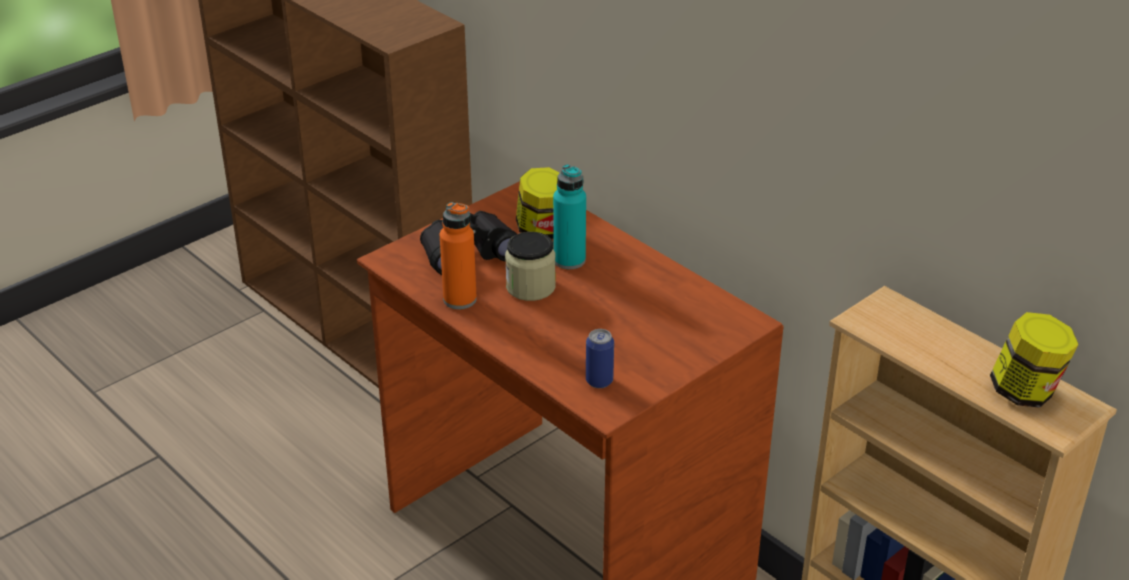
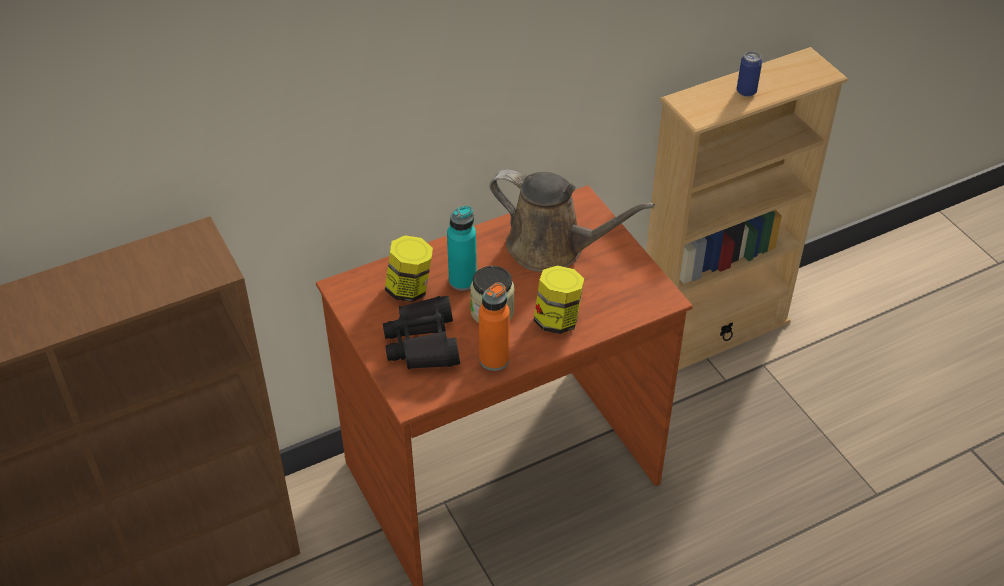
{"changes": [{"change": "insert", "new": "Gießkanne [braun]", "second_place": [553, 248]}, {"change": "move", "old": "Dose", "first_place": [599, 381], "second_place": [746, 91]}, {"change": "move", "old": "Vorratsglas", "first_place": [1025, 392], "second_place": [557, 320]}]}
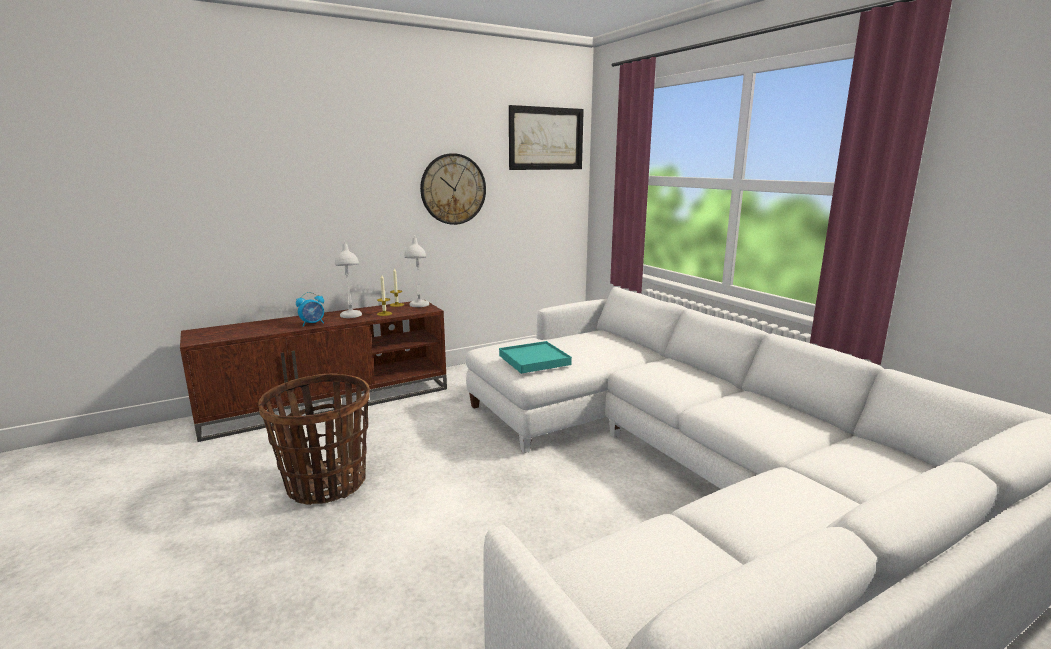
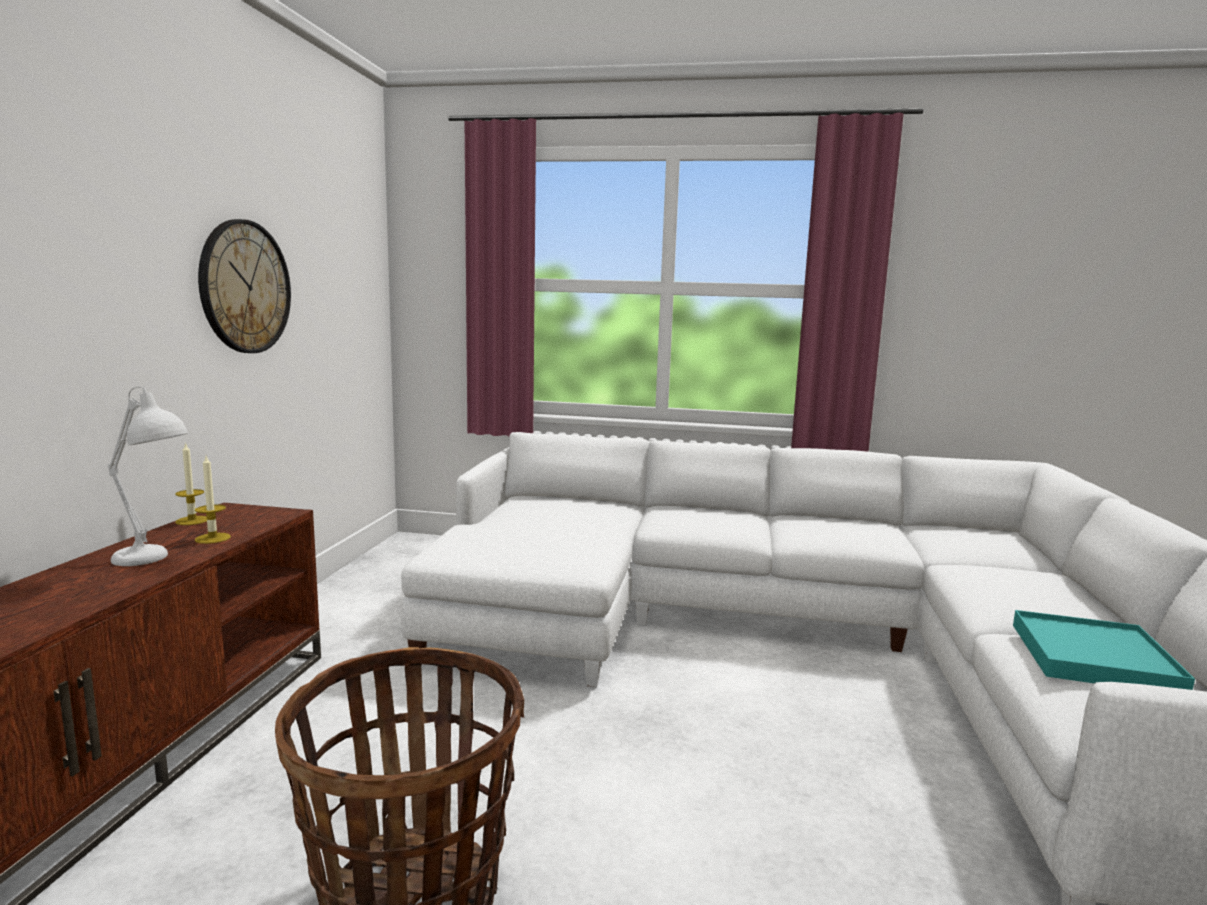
{"changes": [{"change": "delete", "old": "Wecker", "first_place": [313, 324]}, {"change": "delete", "old": "Tischlampe [weiß]", "first_place": [418, 307]}, {"change": "delete", "old": "Bild", "first_place": [546, 138]}, {"change": "move", "old": "Tablett [türkis]", "first_place": [534, 360], "second_place": [1093, 658]}]}
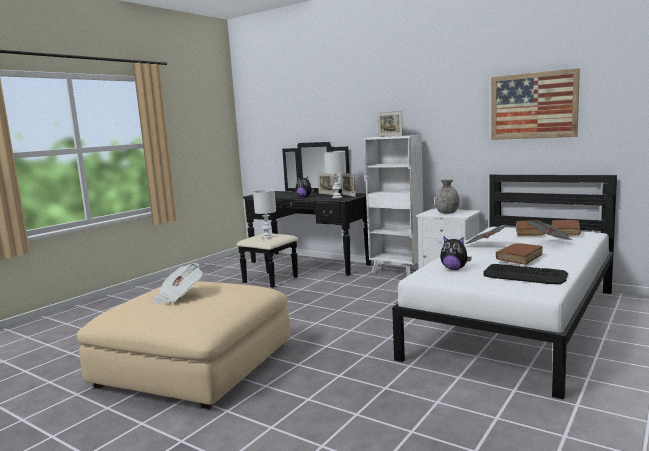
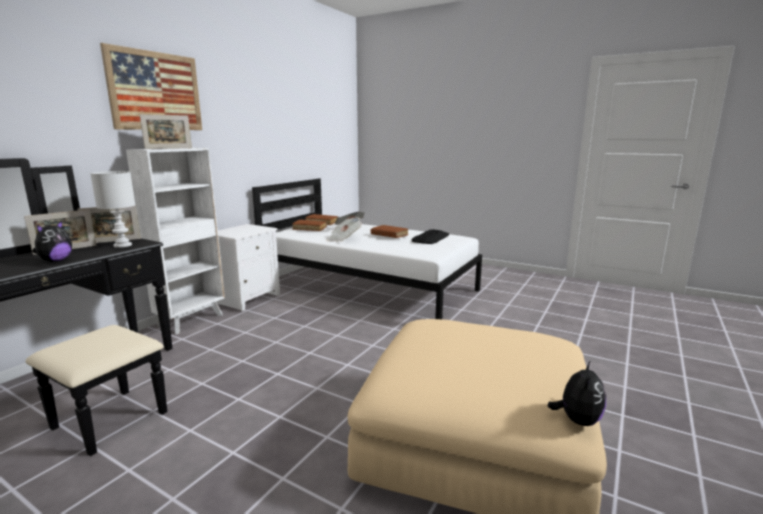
{"changes": [{"change": "delete", "old": "Zeitung", "first_place": [178, 297]}, {"change": "delete", "old": "Tischlampe [weiß]", "first_place": [267, 237]}, {"change": "delete", "old": "Vase [grau]", "first_place": [447, 213]}, {"change": "move", "old": "Plüschtier", "first_place": [454, 269], "second_place": [577, 420]}, {"change": "move", "old": "Bild", "first_place": [533, 105], "second_place": [155, 91]}]}
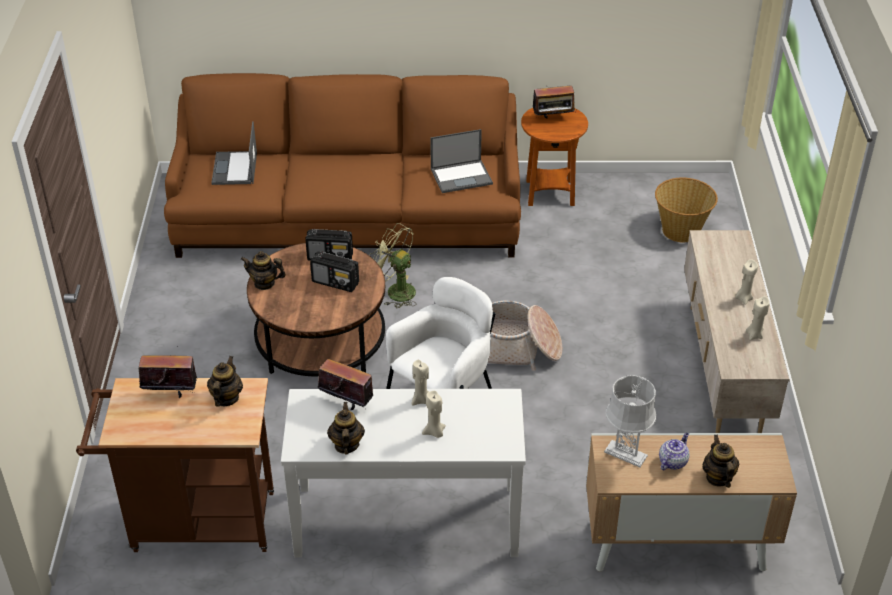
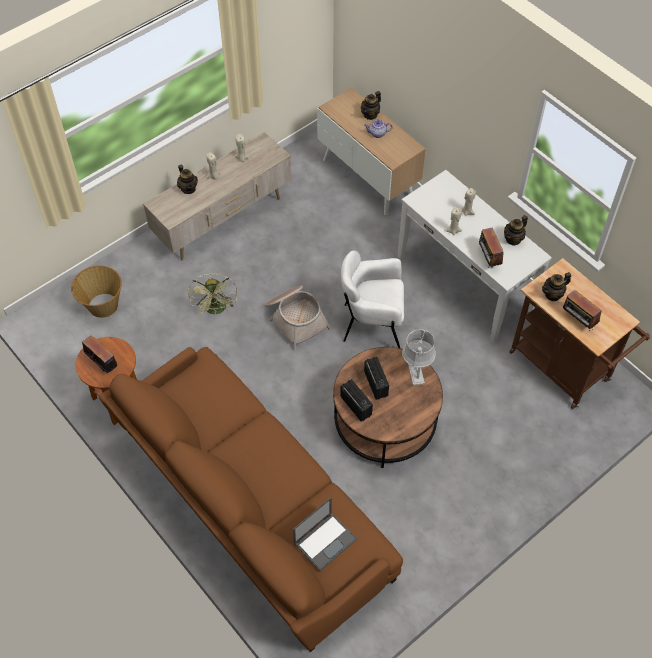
{"changes": [{"change": "delete", "old": "Laptop", "first_place": [462, 176]}, {"change": "move", "old": "Teekanne", "first_place": [264, 283], "second_place": [188, 188]}, {"change": "move", "old": "Ventilator [grün]", "first_place": [395, 291], "second_place": [216, 310]}, {"change": "move", "old": "Tischlampe [grau]", "first_place": [626, 454], "second_place": [415, 373]}]}
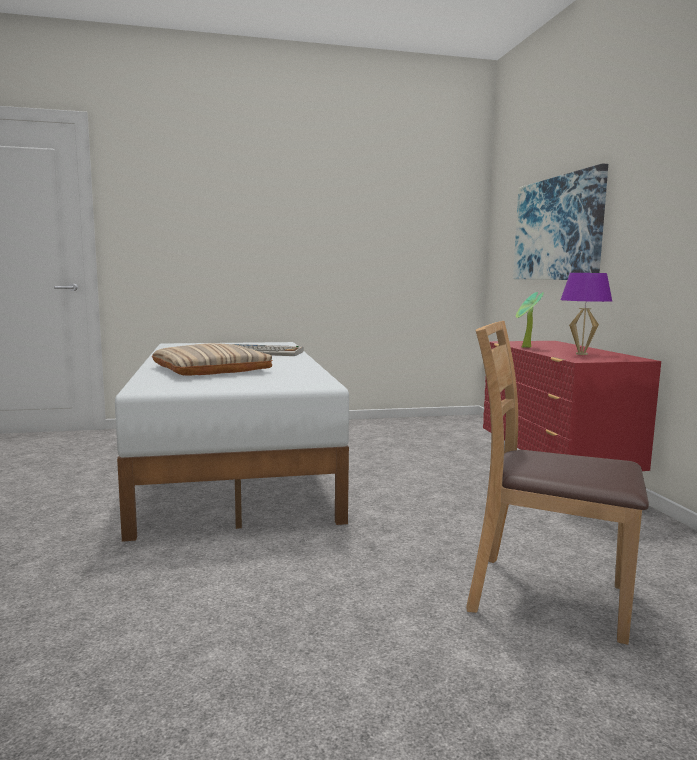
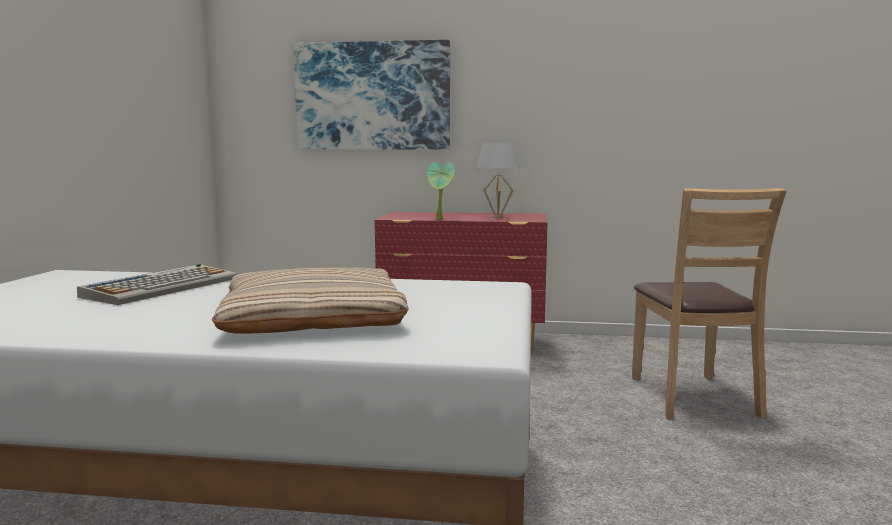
{"changes": [{"change": "recolor", "old": "Tischlampe [lila]", "new": "Tischlampe [weiß]", "first_place": [581, 354], "second_place": [498, 217]}, {"change": "rotate", "old": "Stuhl [braun]", "first_place": [545, 596], "second_place": [692, 397], "degrees": -45}]}
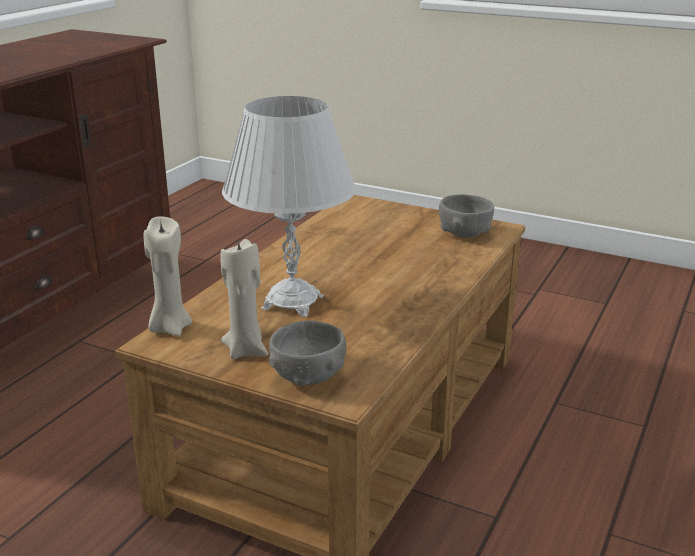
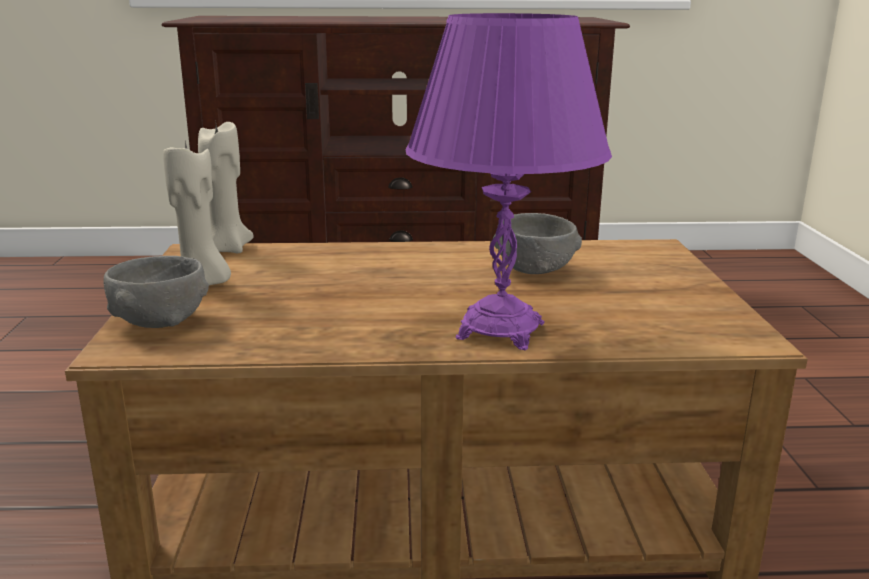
{"changes": [{"change": "delete", "old": "Tischlampe [weiß]", "first_place": [292, 303]}, {"change": "insert", "new": "Tischlampe [lila]", "second_place": [501, 331]}, {"change": "move", "old": "Schüssel [grau]", "first_place": [464, 233], "second_place": [534, 270]}]}
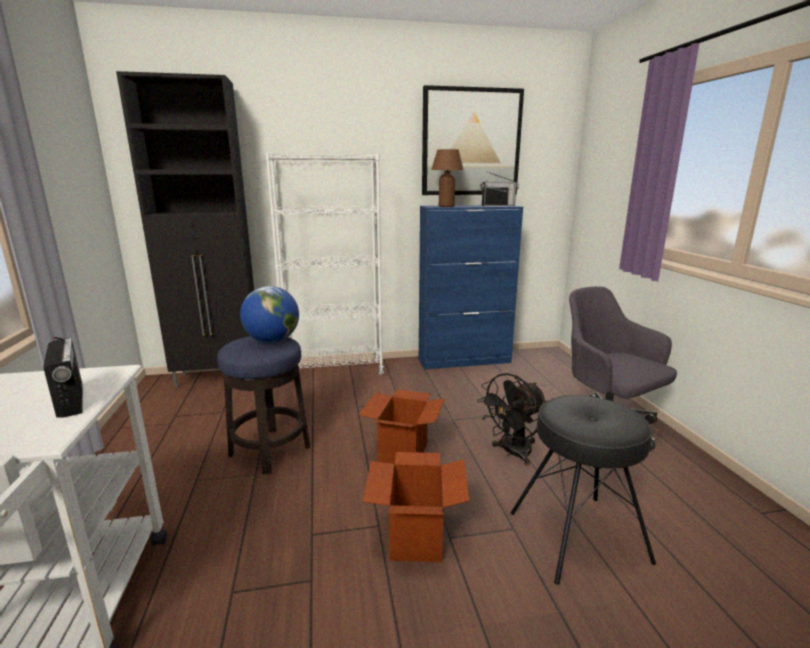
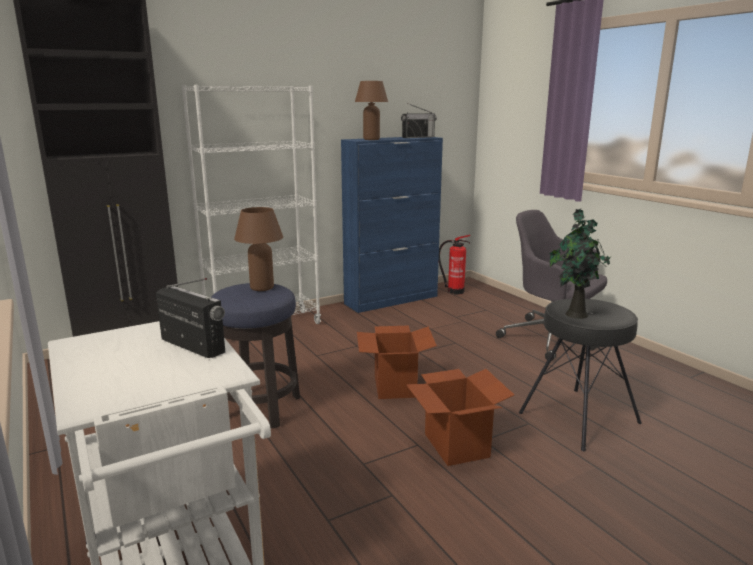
{"changes": [{"change": "delete", "old": "Bild", "first_place": [471, 143]}, {"change": "delete", "old": "Ventilator [schwarz]", "first_place": [512, 453]}, {"change": "insert", "new": "Feuerlöscher", "second_place": [454, 291]}, {"change": "insert", "new": "Topfpflanze", "second_place": [574, 314]}, {"change": "replace", "old": "Globus", "new": "Tischlampe [braun]", "first_place": [272, 341], "second_place": [262, 288]}]}
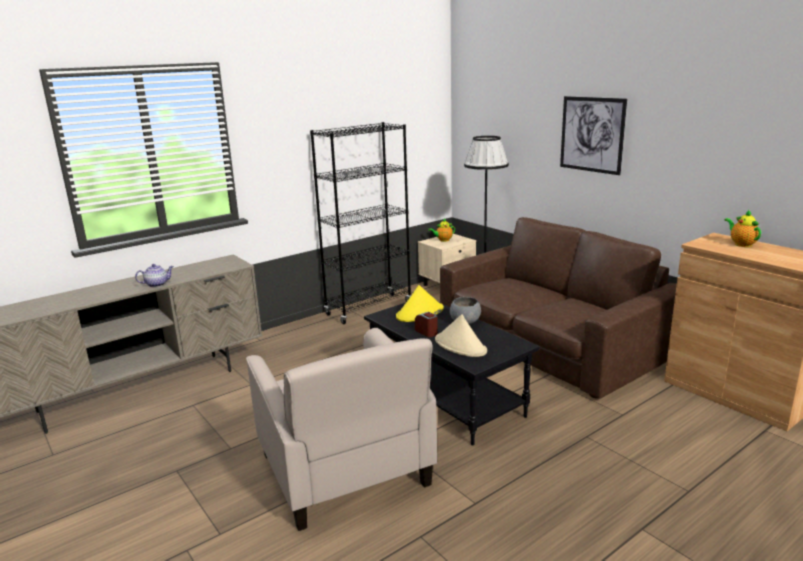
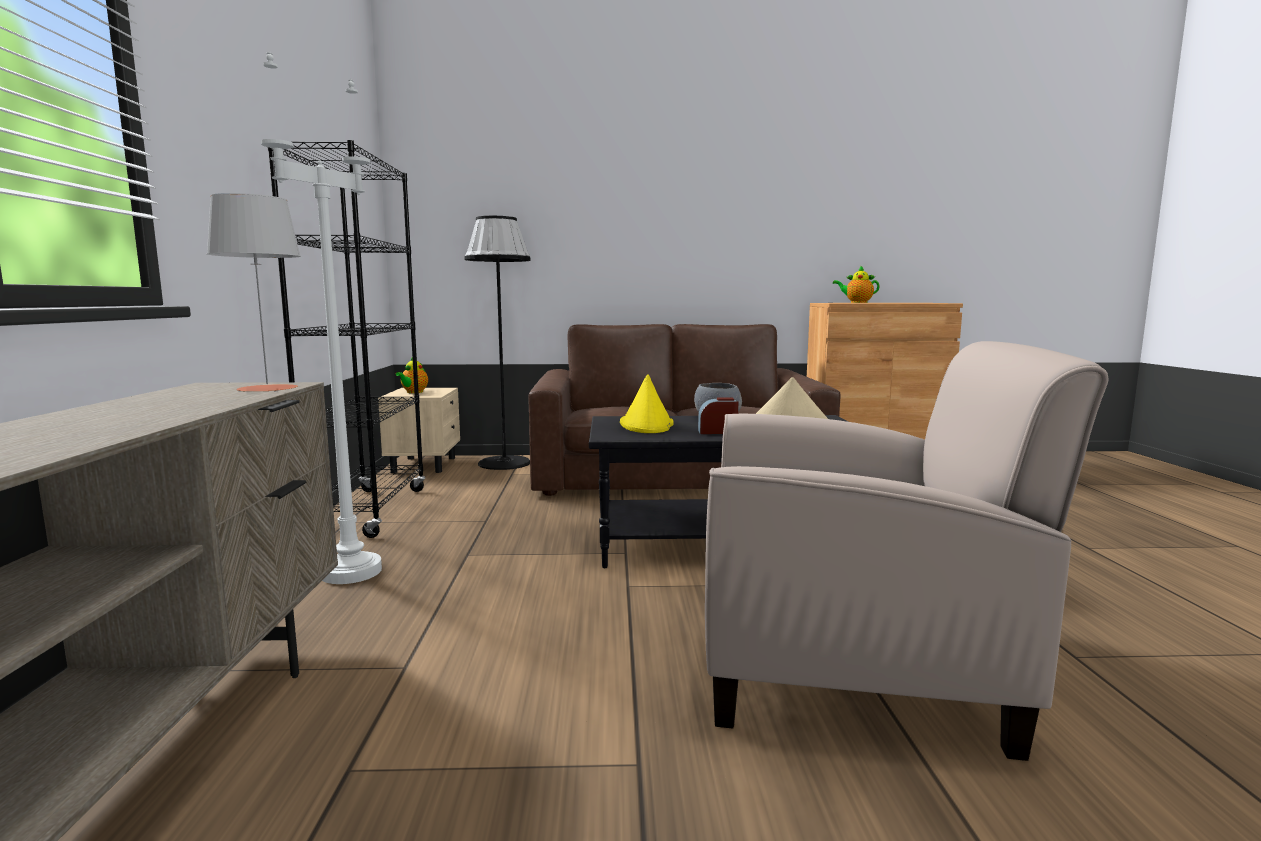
{"changes": [{"change": "delete", "old": "Teekanne", "first_place": [157, 284]}, {"change": "delete", "old": "Bild", "first_place": [592, 134]}, {"change": "insert", "new": "Tischlampe [grau]", "second_place": [267, 388]}, {"change": "insert", "new": "Stehlampe [weiß]", "second_place": [351, 572]}]}
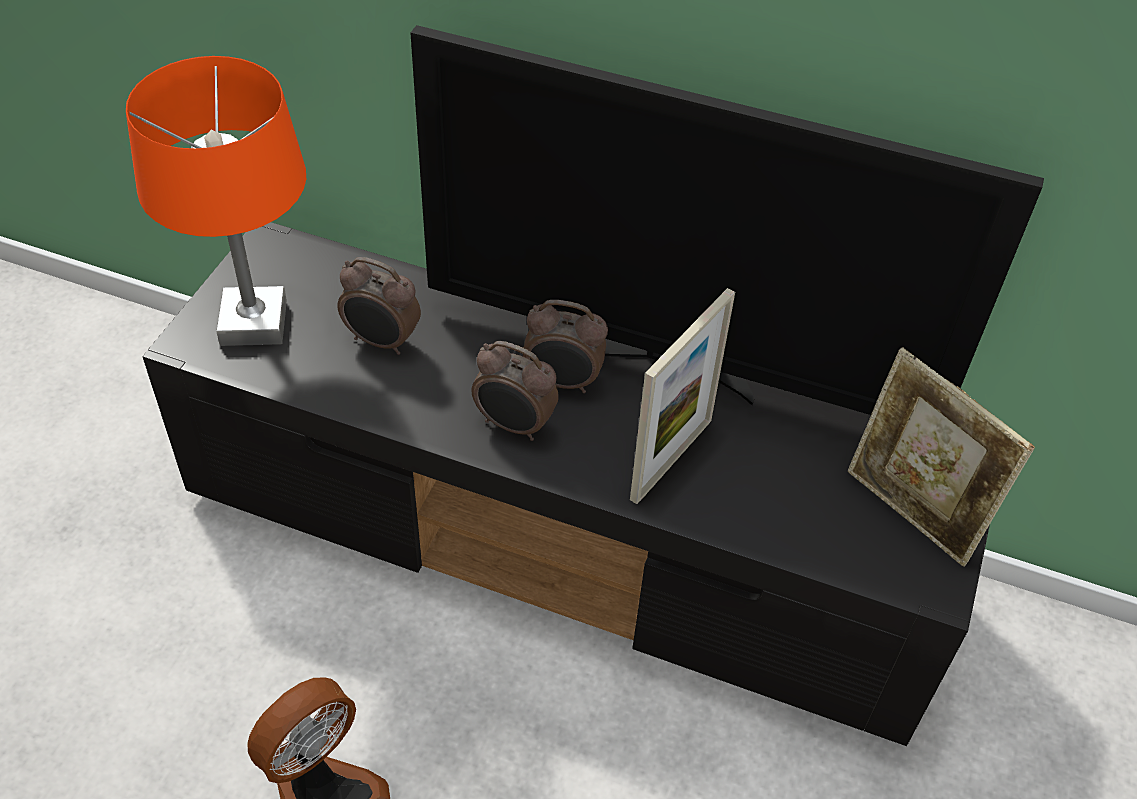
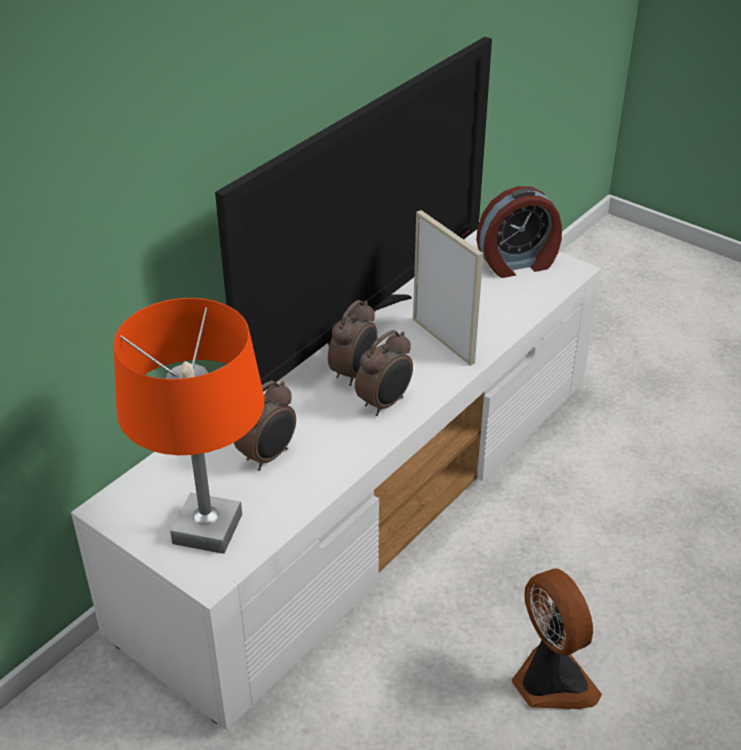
{"changes": [{"change": "replace", "old": "Bilderrahmen", "new": "Wecker", "first_place": [911, 514], "second_place": [518, 264]}, {"change": "recolor", "old": "Fernsehschrank [schwarz]", "new": "Fernsehschrank [weiß]", "first_place": [566, 537], "second_place": [371, 499]}]}
